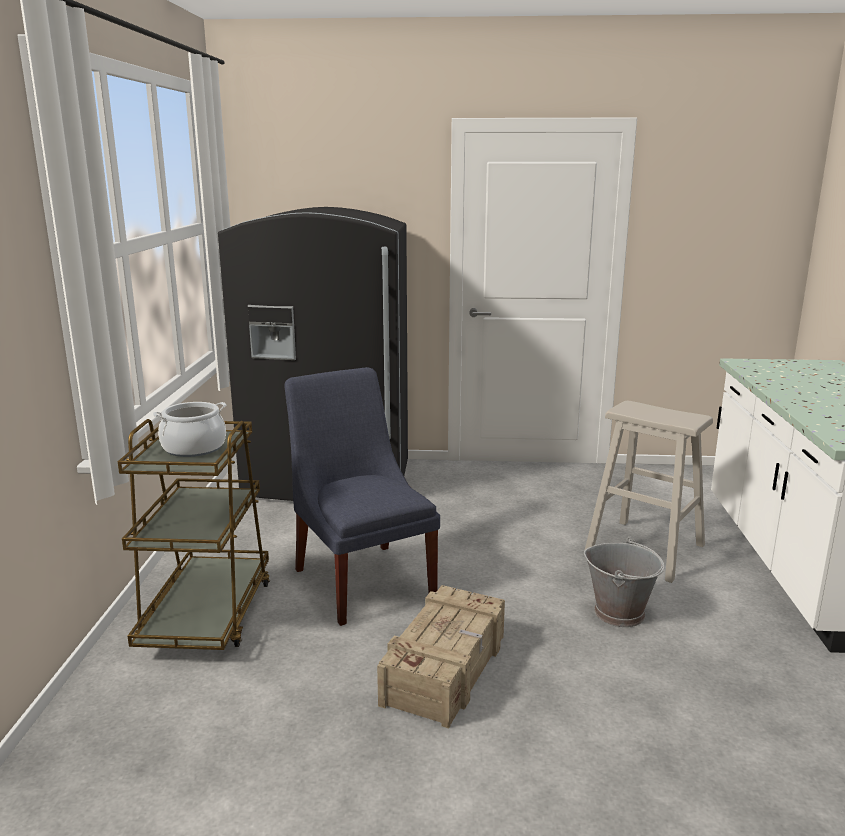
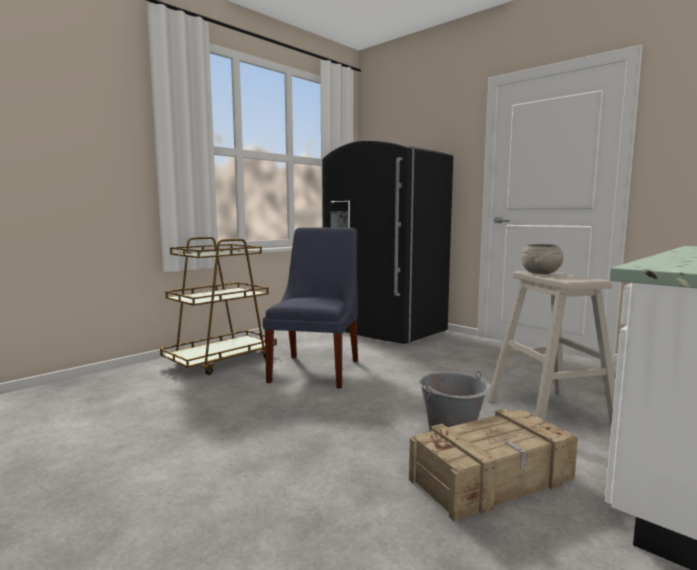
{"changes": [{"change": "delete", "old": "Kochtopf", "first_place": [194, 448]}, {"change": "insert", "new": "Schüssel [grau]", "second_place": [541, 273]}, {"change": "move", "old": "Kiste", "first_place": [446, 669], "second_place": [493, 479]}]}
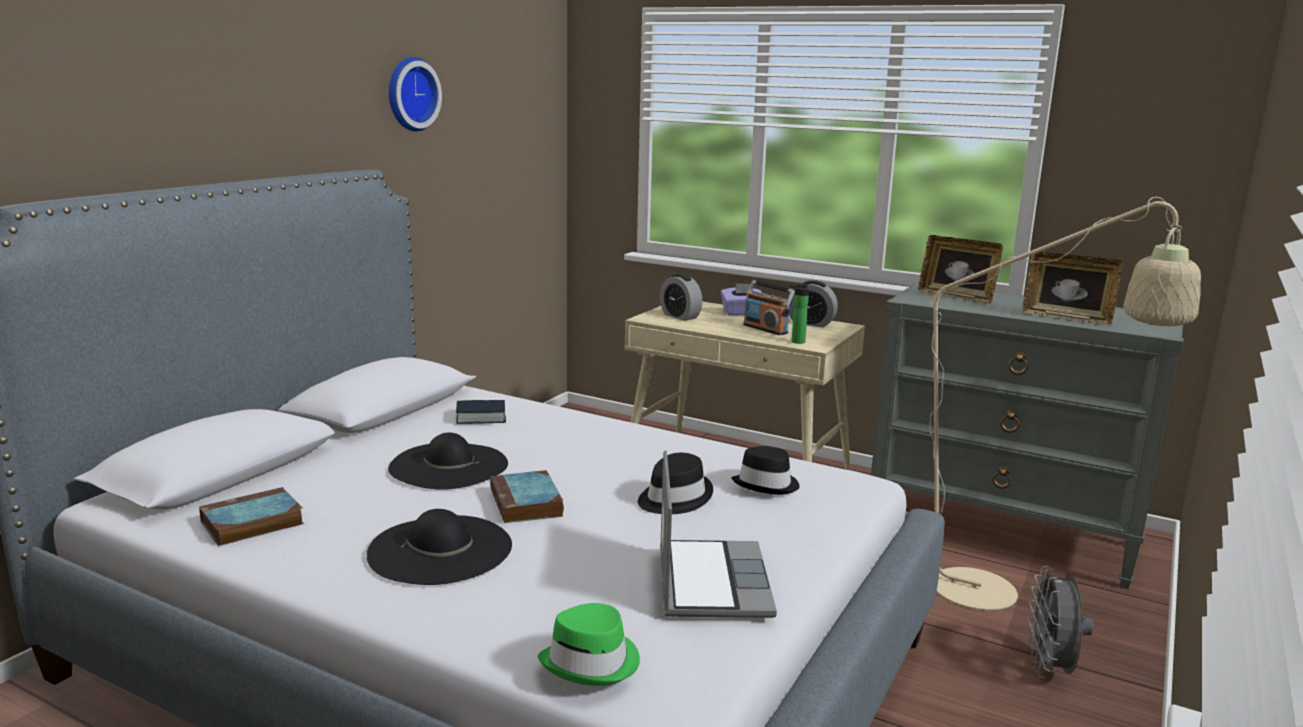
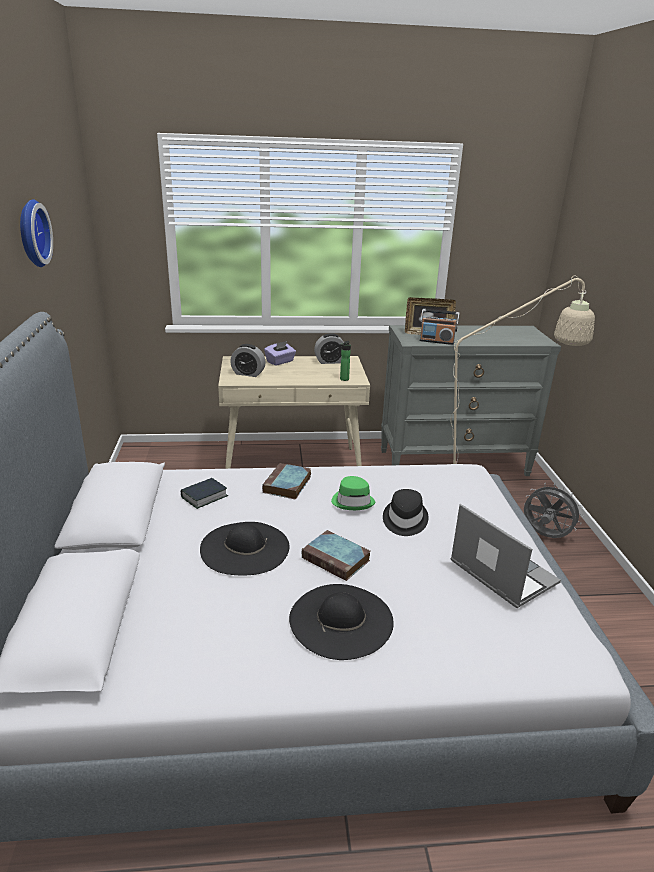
{"changes": [{"change": "delete", "old": "Hut [schwarz]", "first_place": [767, 484]}, {"change": "delete", "old": "Bilderrahmen", "first_place": [1066, 318]}, {"change": "move", "old": "Buch", "first_place": [250, 524], "second_place": [287, 485]}, {"change": "move", "old": "Hut [grün]", "first_place": [592, 662], "second_place": [353, 501]}, {"change": "move", "old": "Radio", "first_place": [765, 329], "second_place": [436, 341]}, {"change": "rotate", "old": "Ventilator [grau]", "first_place": [1050, 670], "second_place": [544, 536], "degrees": 150}]}
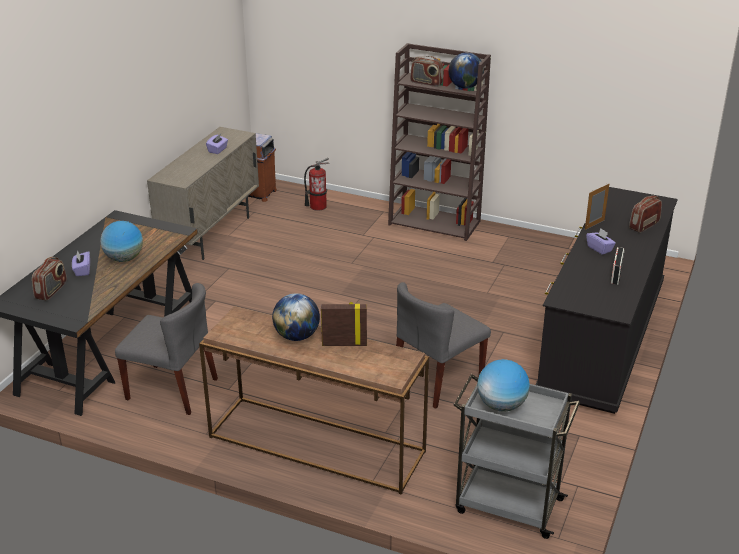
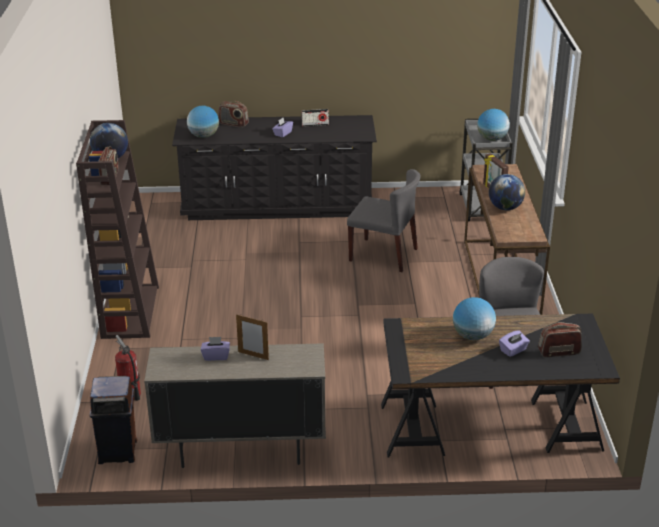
{"changes": [{"change": "insert", "new": "Globus", "second_place": [203, 136]}, {"change": "move", "old": "Bilderrahmen", "first_place": [594, 224], "second_place": [253, 355]}]}
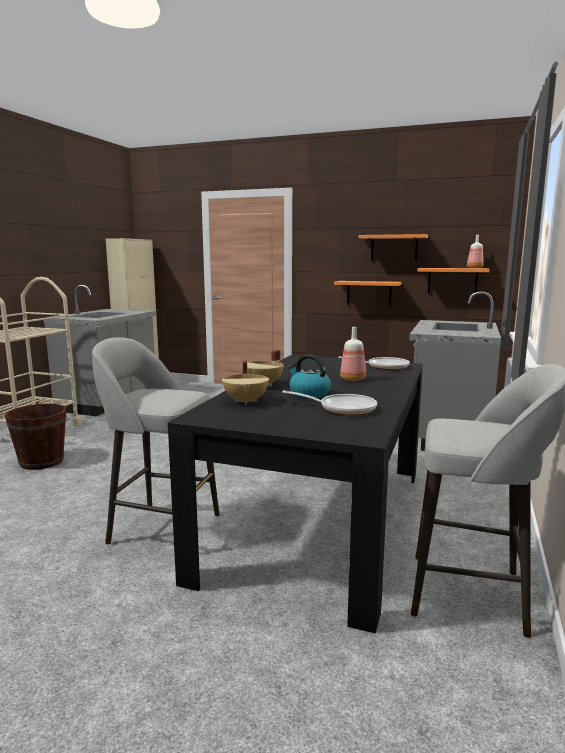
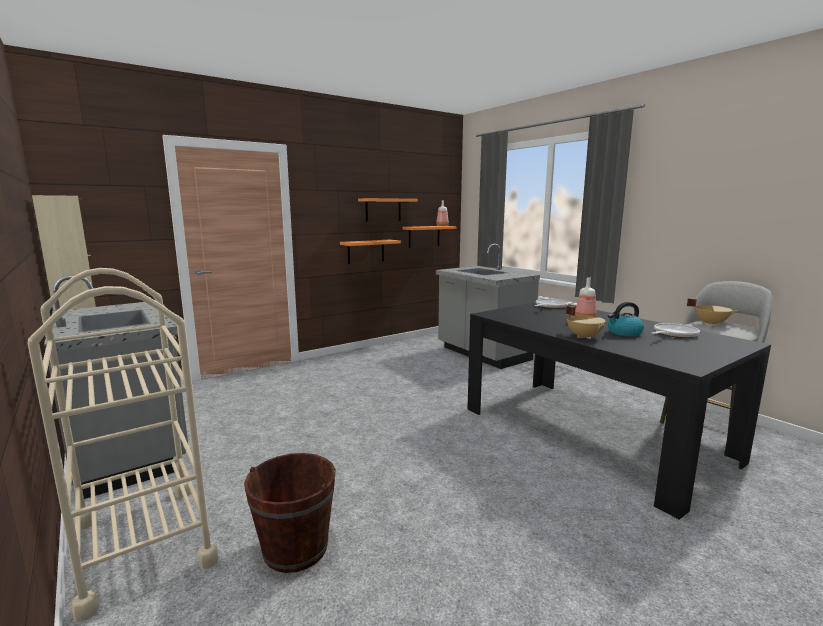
{"changes": [{"change": "delete", "old": "Hocker [grau]", "first_place": [162, 528]}, {"change": "move", "old": "Kochtopf [beige]", "first_place": [246, 401], "second_place": [710, 323]}]}
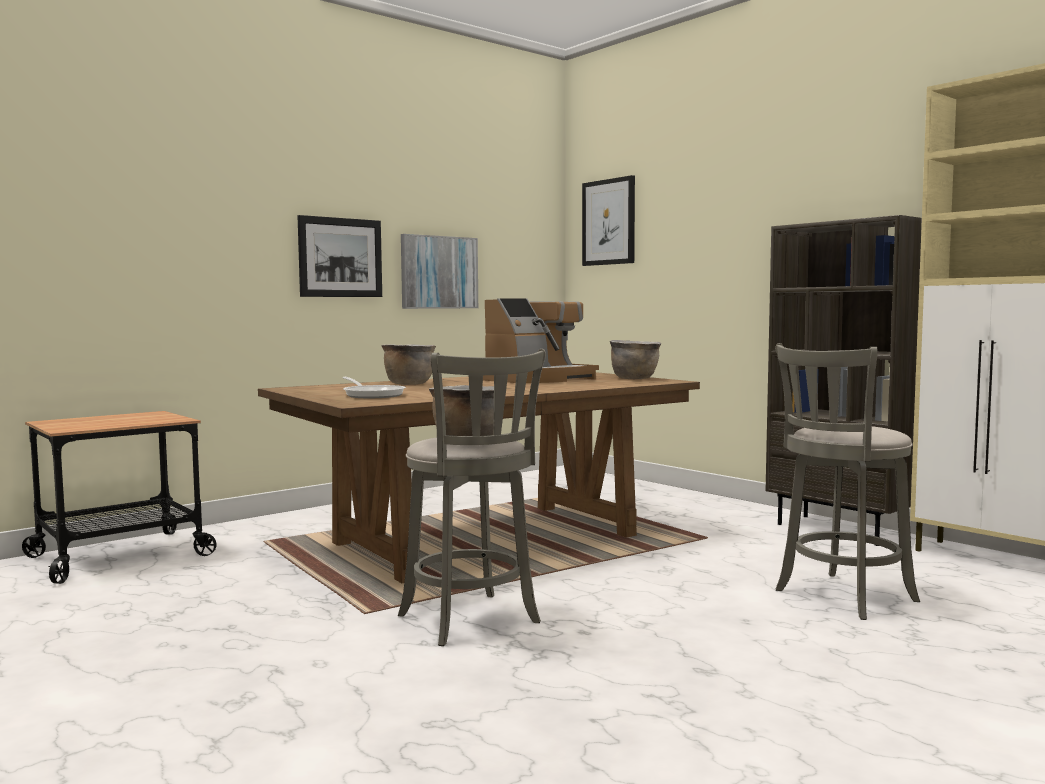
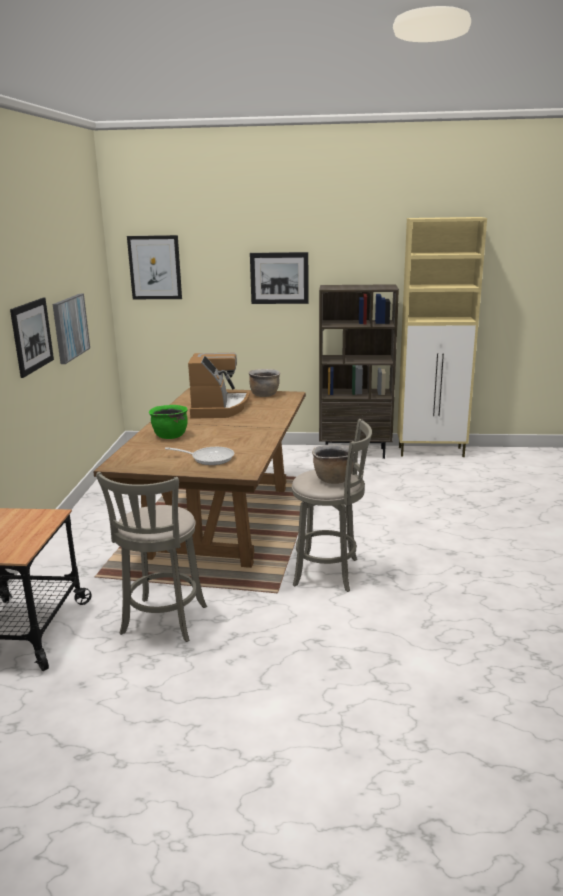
{"changes": [{"change": "insert", "new": "Bild", "second_place": [279, 278]}, {"change": "move", "old": "Hocker [grau]", "first_place": [841, 597], "second_place": [162, 622]}, {"change": "recolor", "old": "Kochtopf [braun]", "new": "Kochtopf [grün]", "first_place": [409, 384], "second_place": [170, 436]}]}
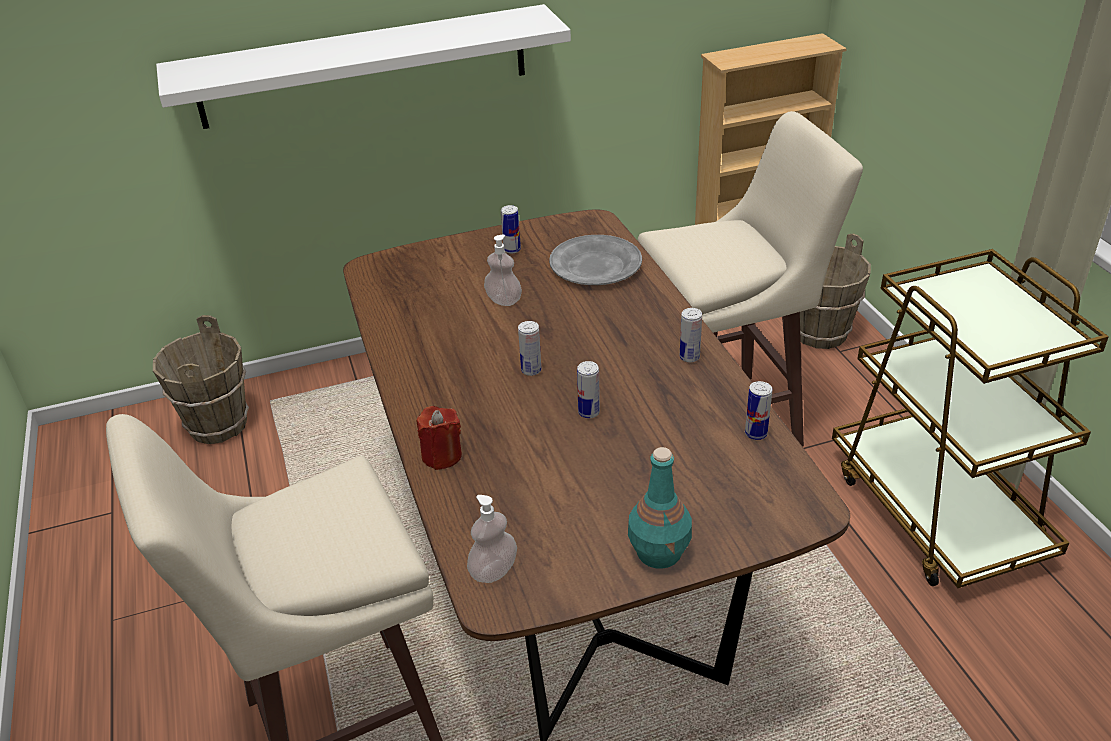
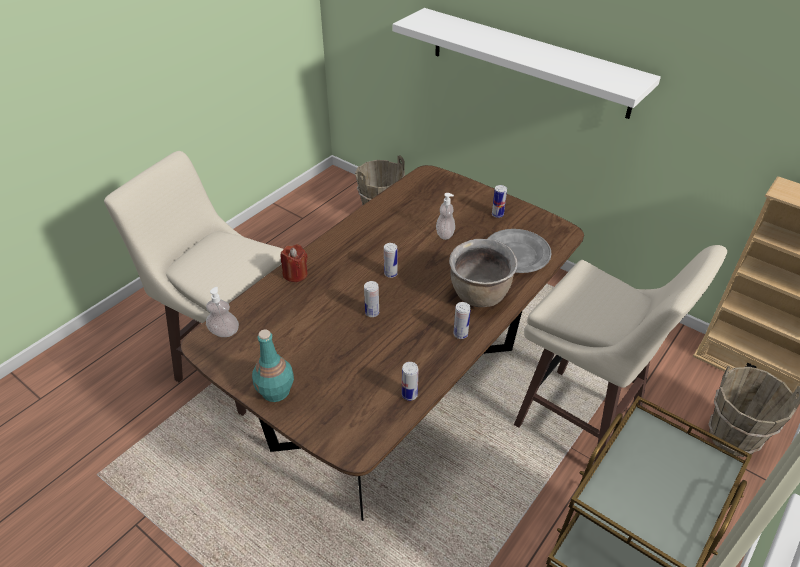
{"changes": [{"change": "insert", "new": "Kochtopf [braun]", "second_place": [479, 295]}]}
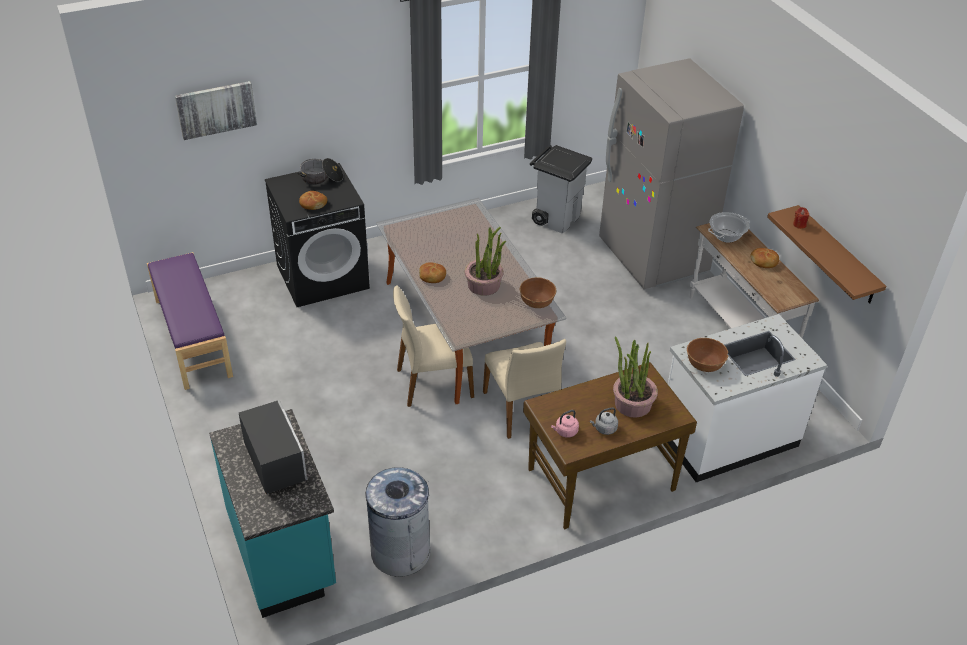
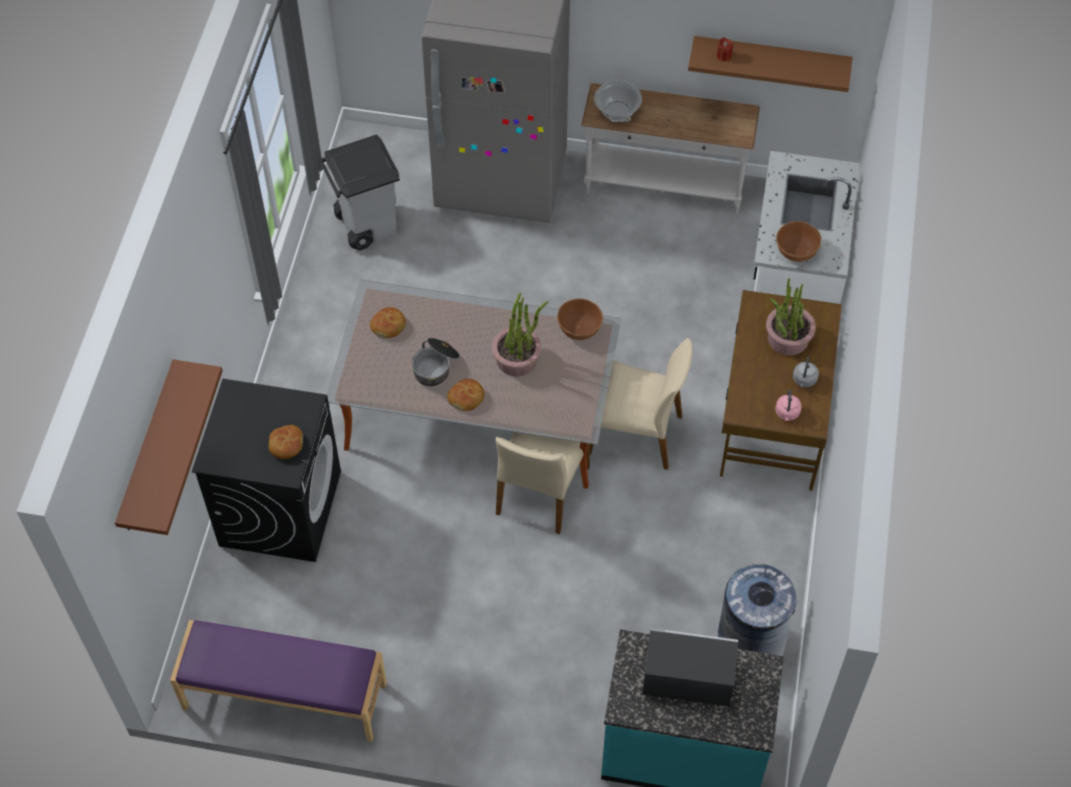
{"changes": [{"change": "move", "old": "Kochtopf", "first_place": [321, 178], "second_place": [436, 367]}, {"change": "move", "old": "Brot", "first_place": [764, 262], "second_place": [388, 326]}, {"change": "replace", "old": "Bild", "new": "Wandregal [braun]", "first_place": [216, 109], "second_place": [148, 449]}]}
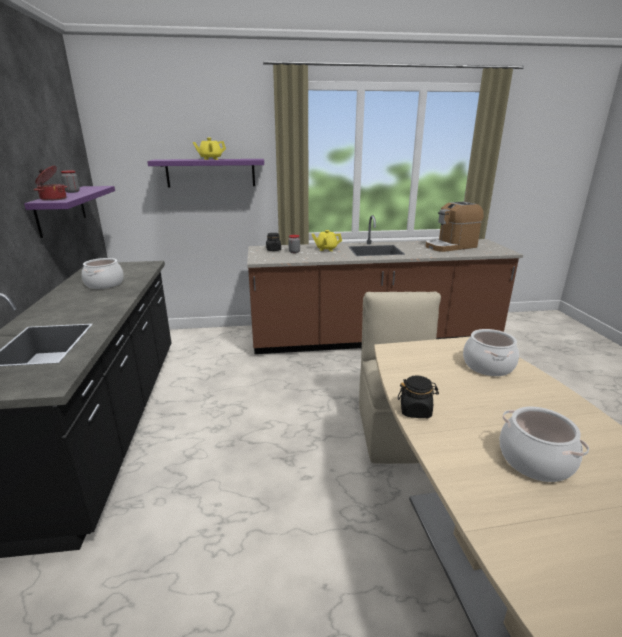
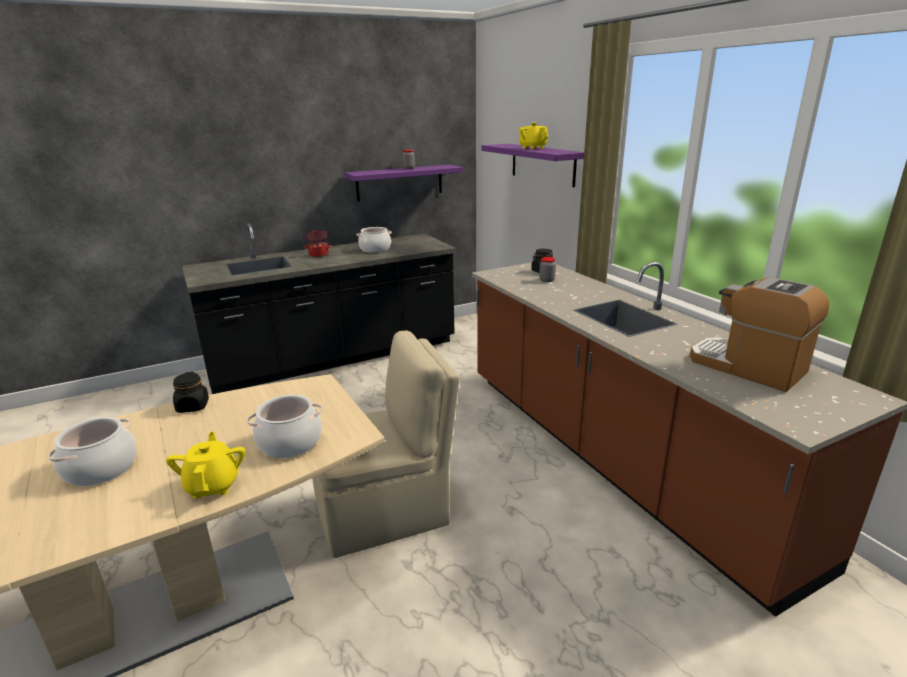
{"changes": [{"change": "move", "old": "Kochtopf", "first_place": [53, 199], "second_place": [319, 254]}, {"change": "move", "old": "Teekanne [gelb]", "first_place": [326, 249], "second_place": [213, 485]}]}
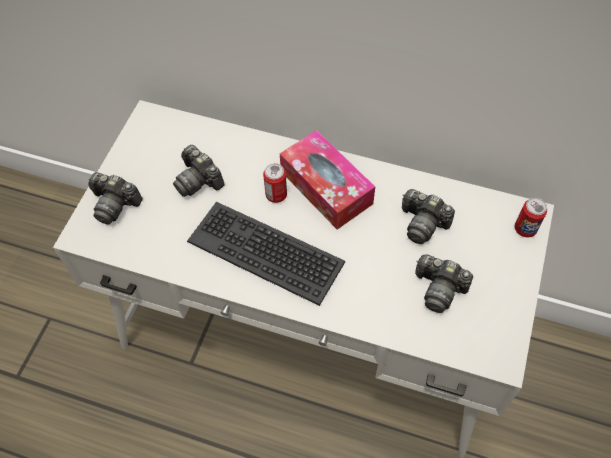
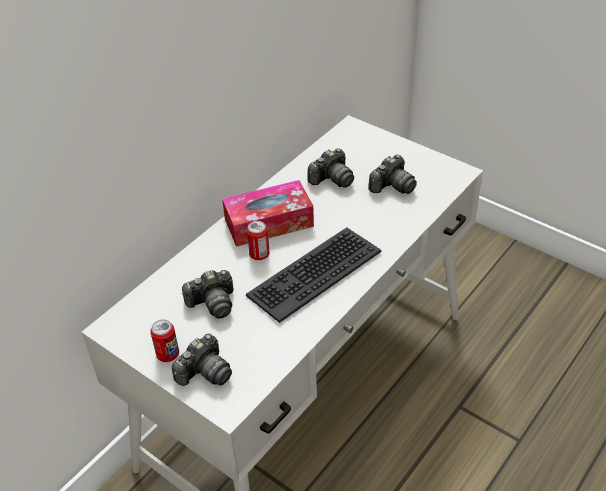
{"changes": [{"change": "move", "old": "Dose", "first_place": [525, 229], "second_place": [168, 354]}]}
